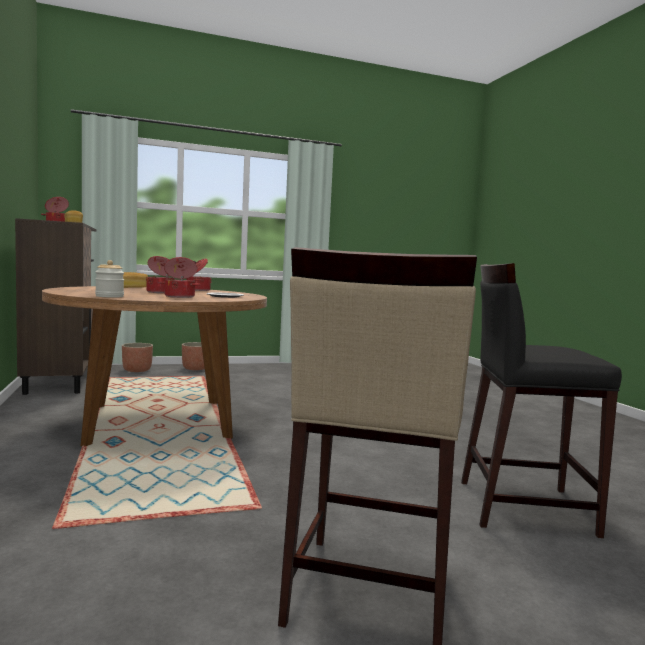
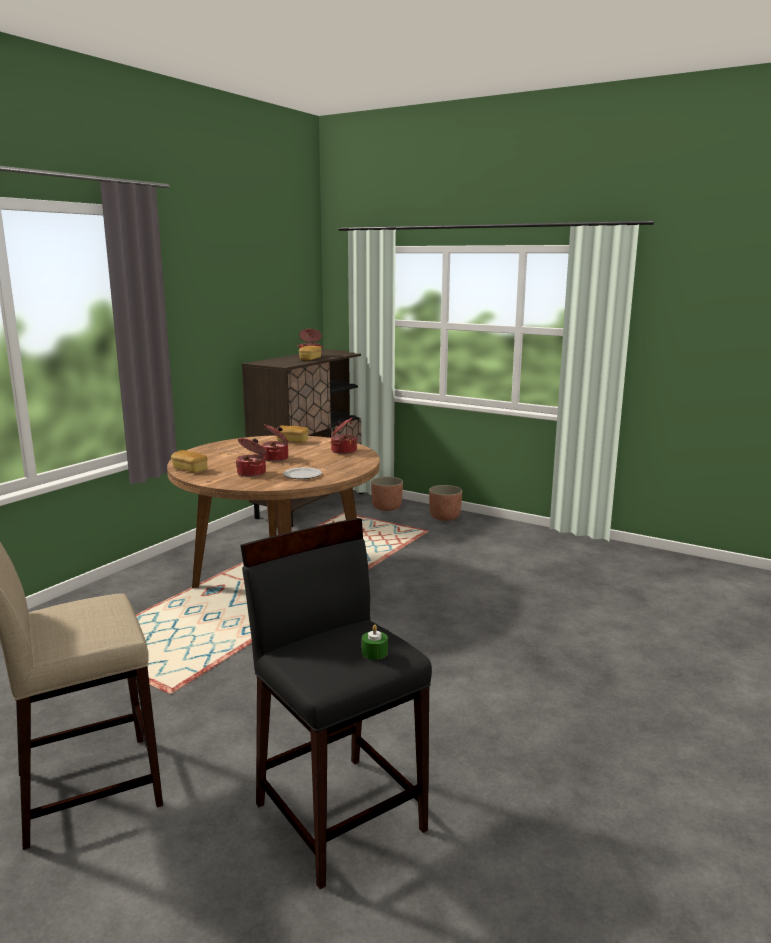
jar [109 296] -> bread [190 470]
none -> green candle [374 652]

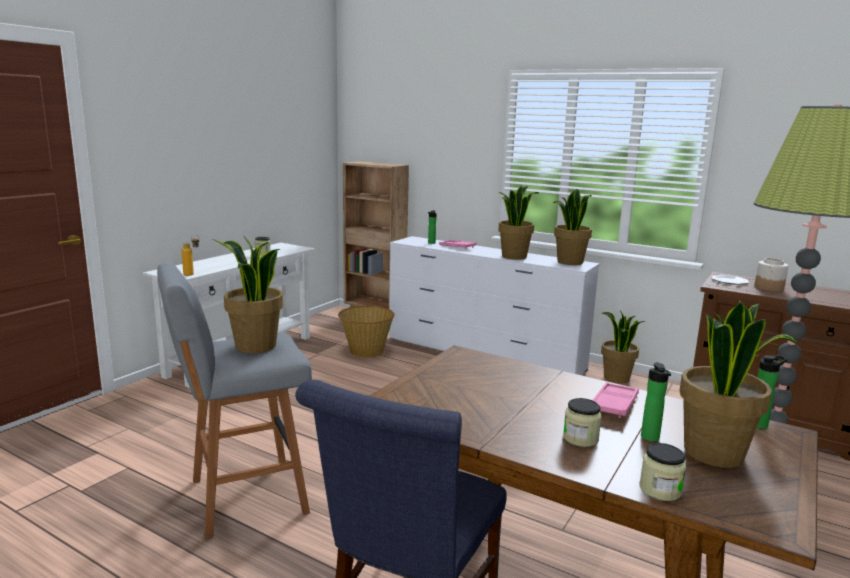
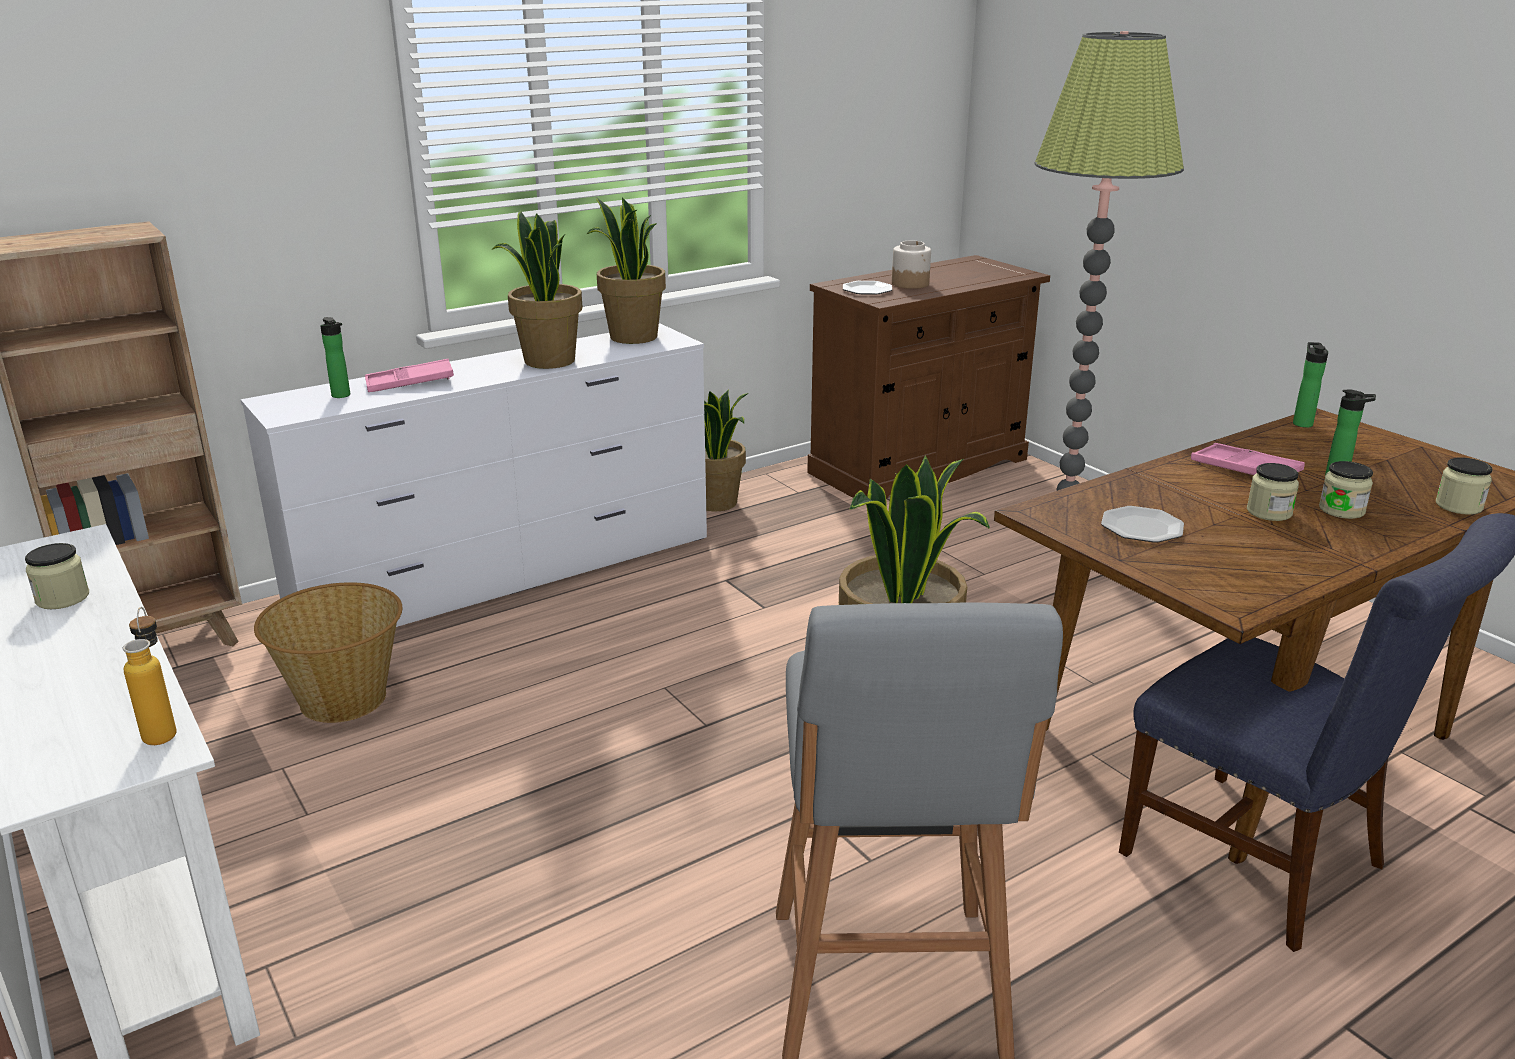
none -> plate [1141 527]
none -> jar [1269 512]
potted plant [715 453] -> none

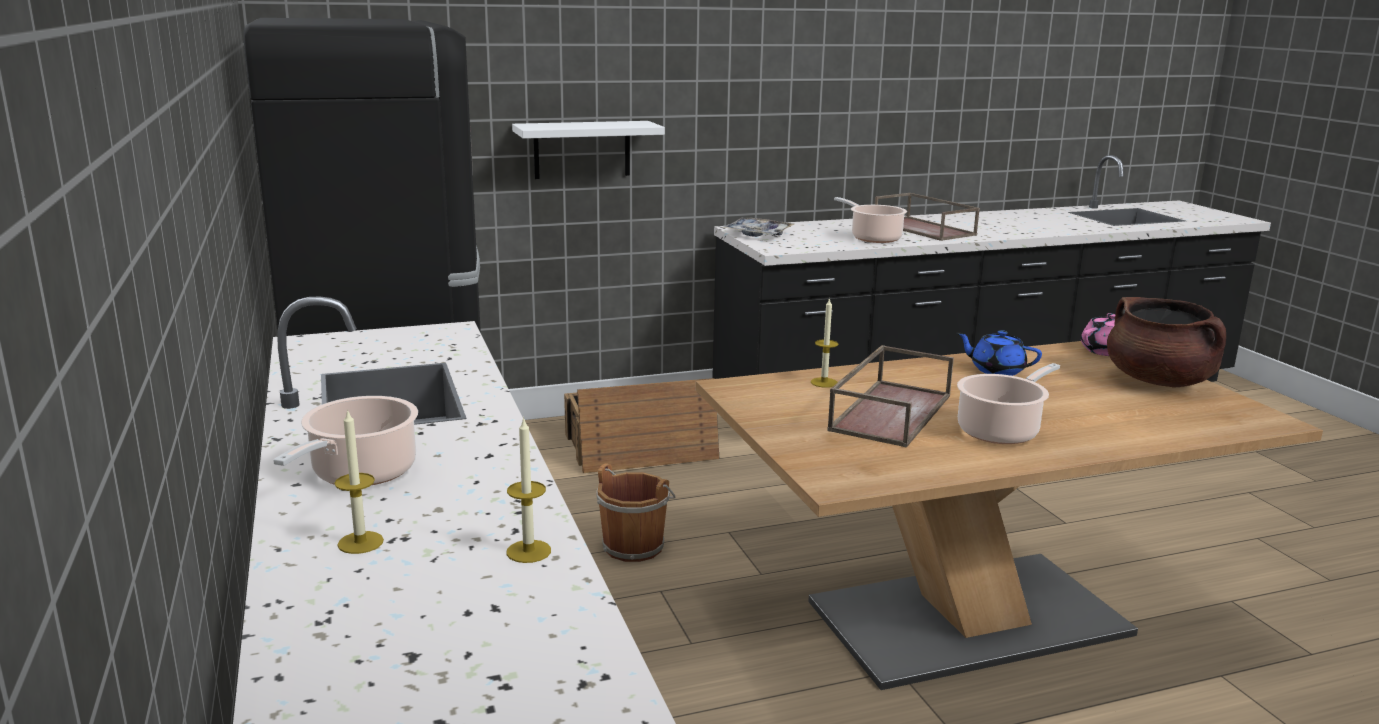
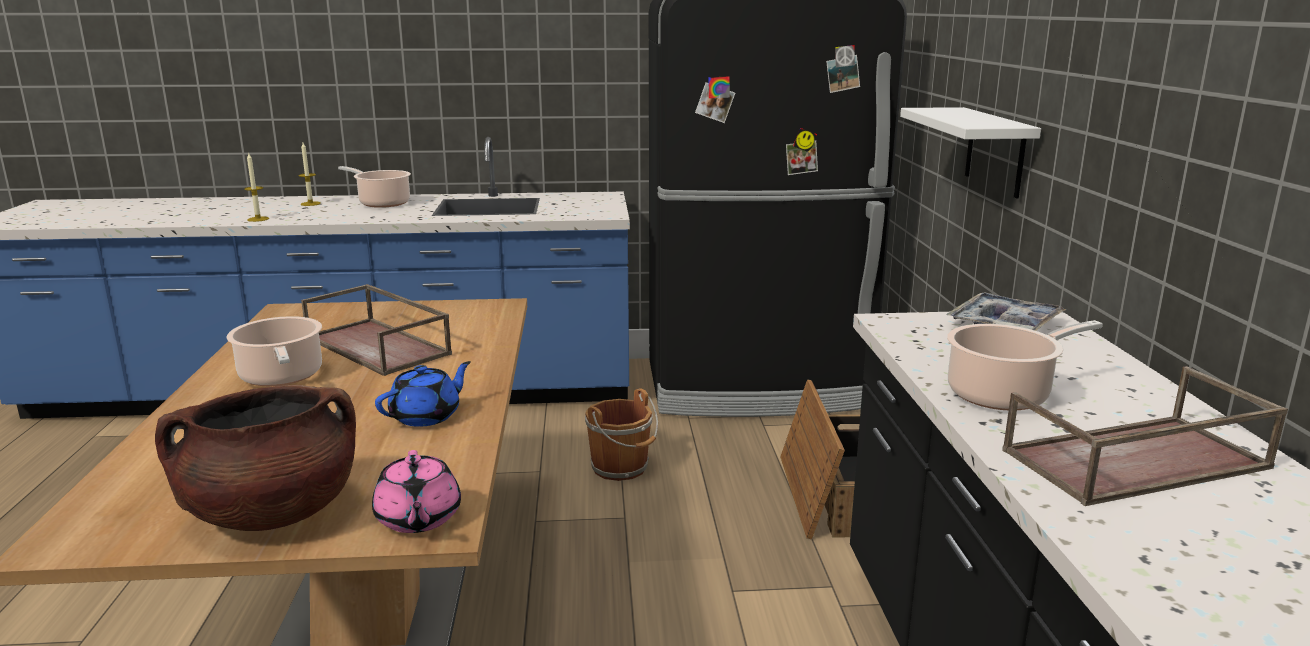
candle [824 382] -> none

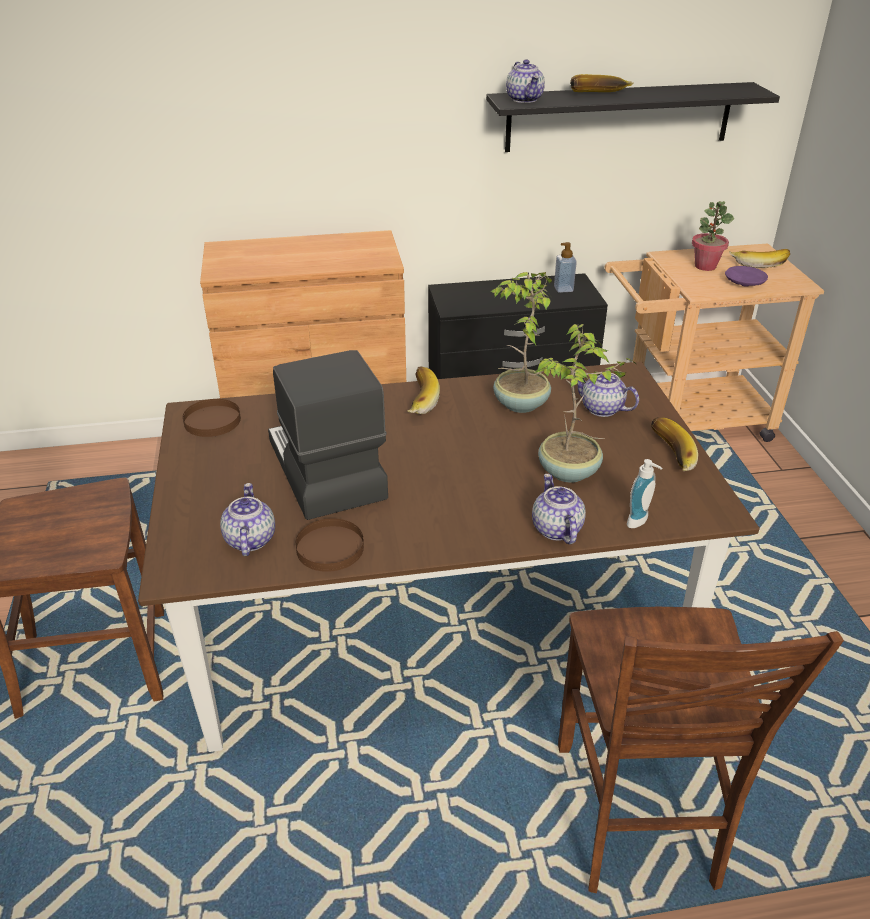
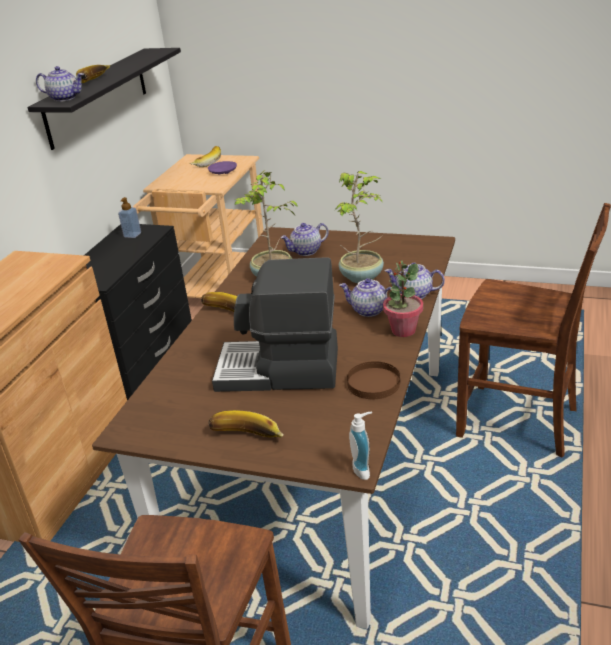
banana [668 455] -> banana [246 438], shifted
teapot [249 539] -> teapot [368 310], shifted
soap dispenser [640 522] -> soap dispenser [364 469], shifted
potted plant [705 266] -> potted plant [403 330], shifted
brown plate [212 421] -> none

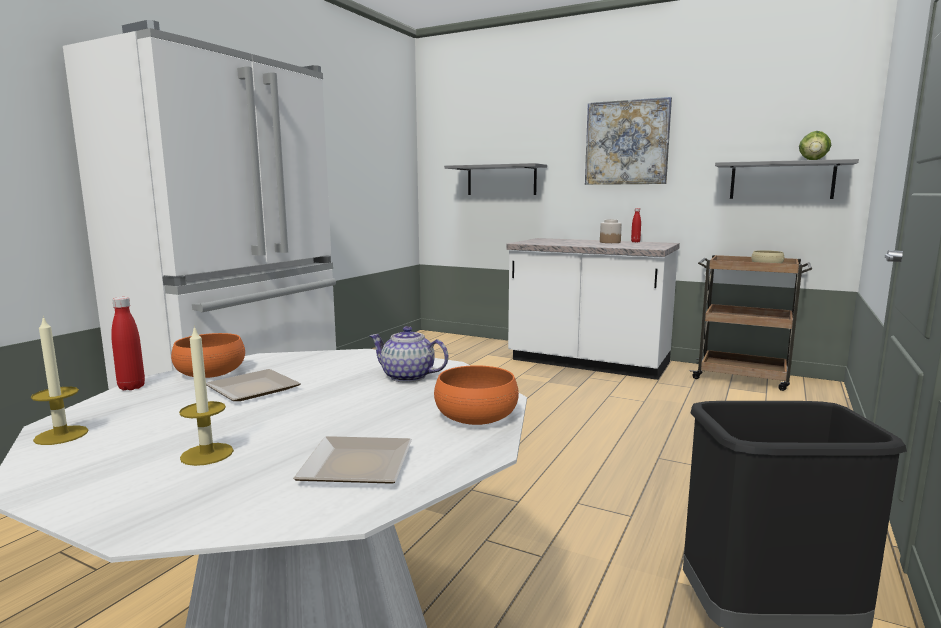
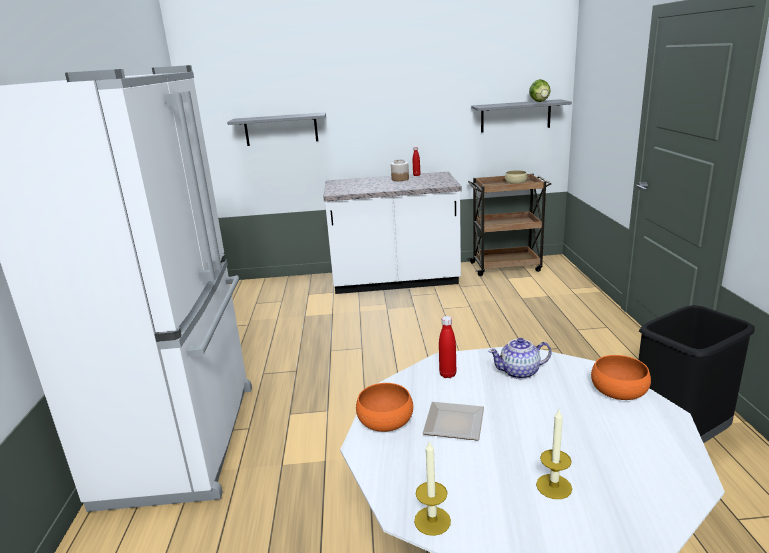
red bottle [131 387] -> red bottle [447 374], shifted
plate [361 464] -> none
picture [627 143] -> none

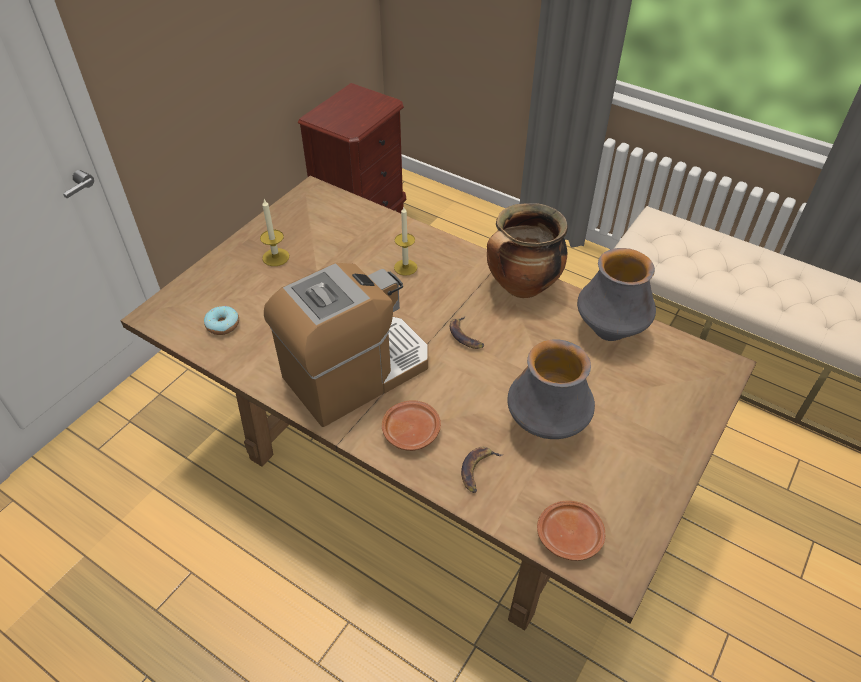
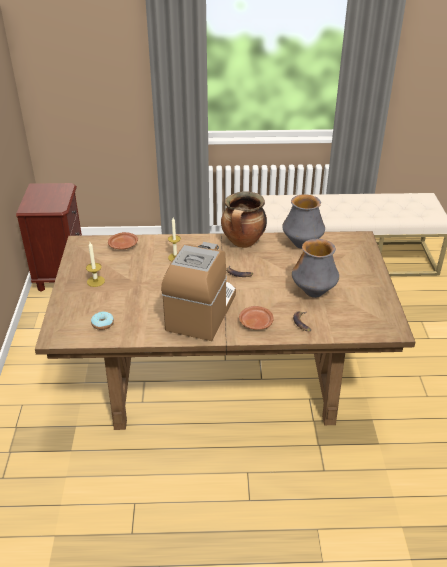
brown plate [570 536] -> brown plate [123 245], shifted

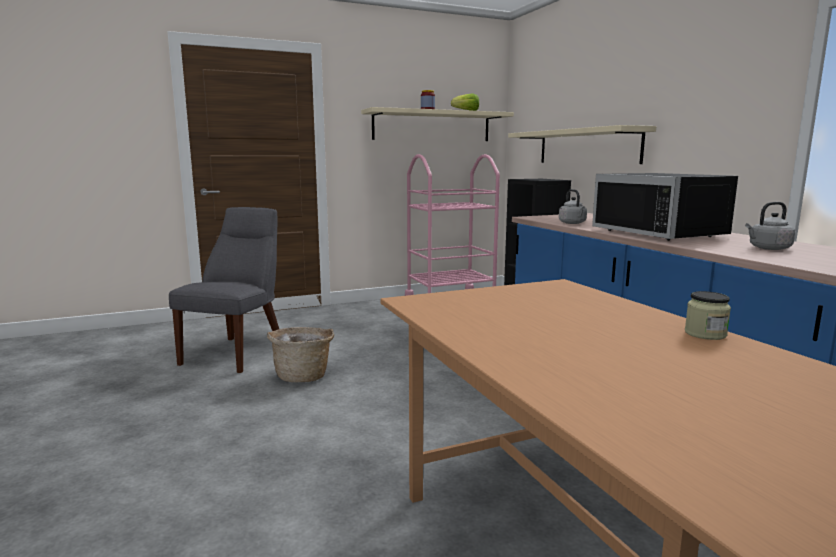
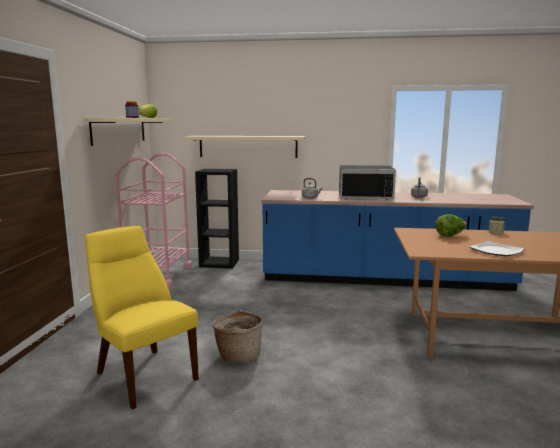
grey chair [237 352] -> yellow chair [143 374]
none -> lettuce [450 235]
none -> plate [496 251]

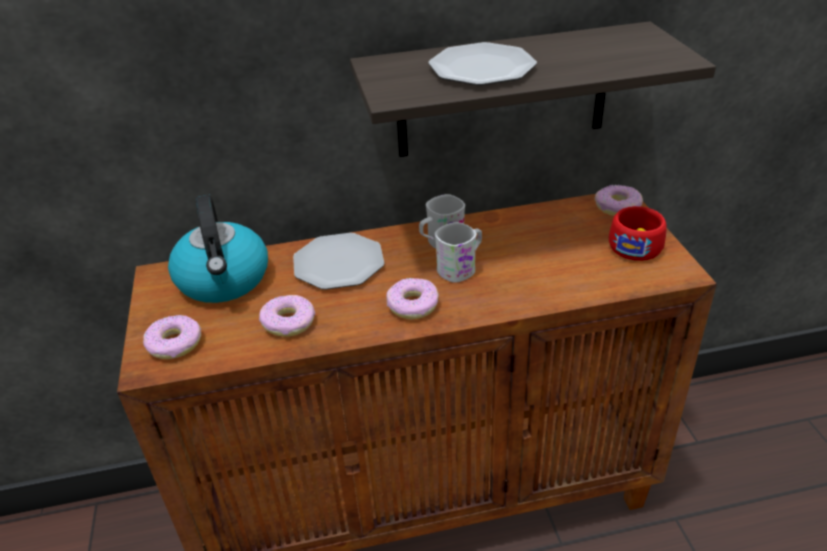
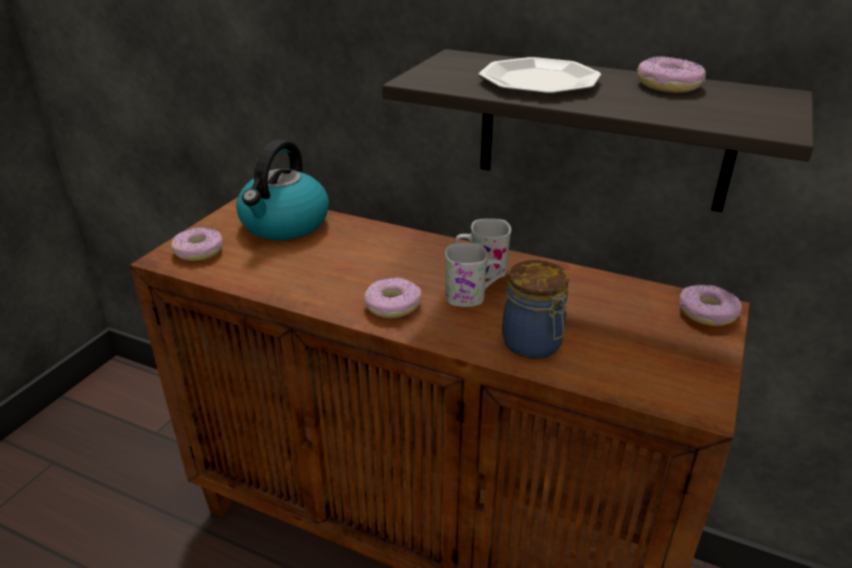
none -> jar [533 345]
donut [288 322] -> donut [668 85], shifted
plate [338 263] -> none
red cup [637 244] -> none

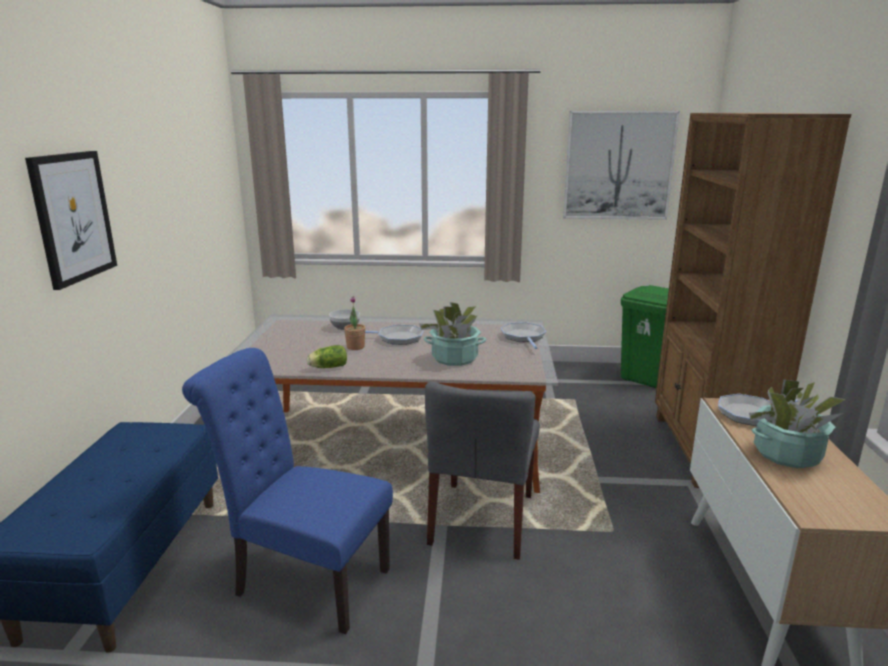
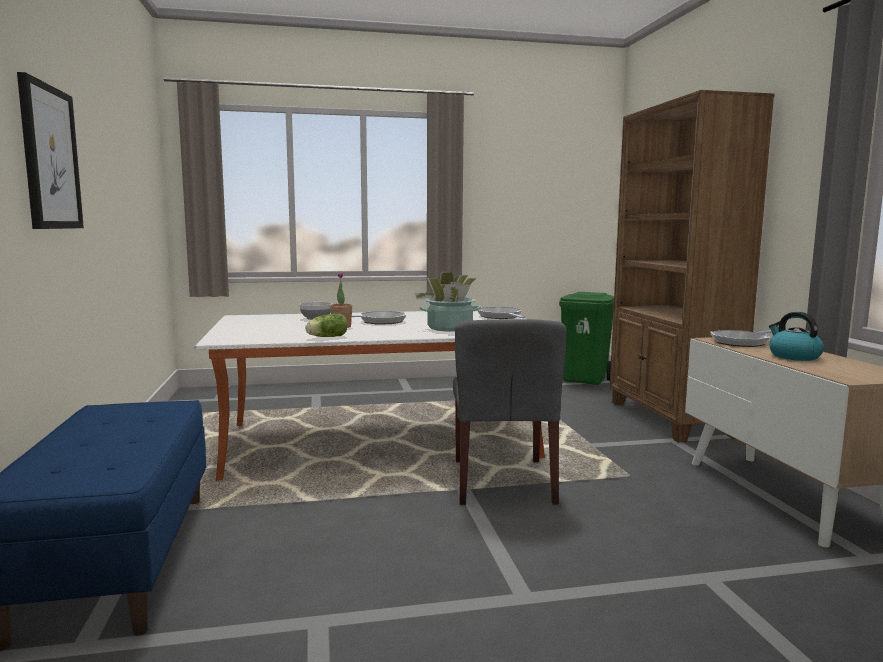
potted plant [787 454] -> kettle [793 356]
blue chair [304 580] -> none
picture [618 166] -> none

